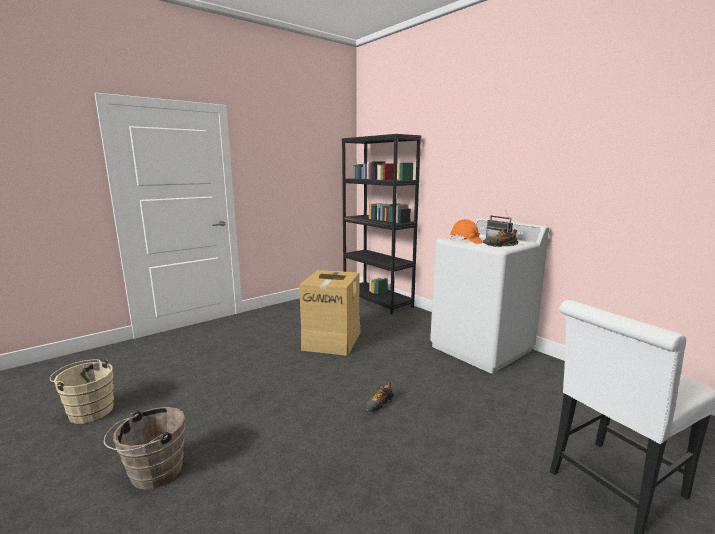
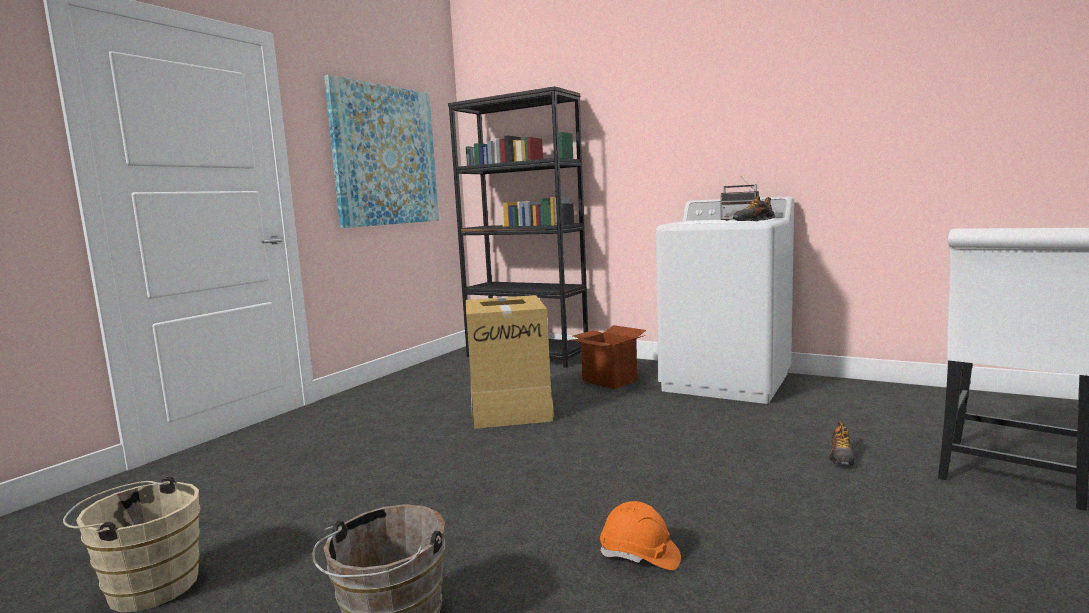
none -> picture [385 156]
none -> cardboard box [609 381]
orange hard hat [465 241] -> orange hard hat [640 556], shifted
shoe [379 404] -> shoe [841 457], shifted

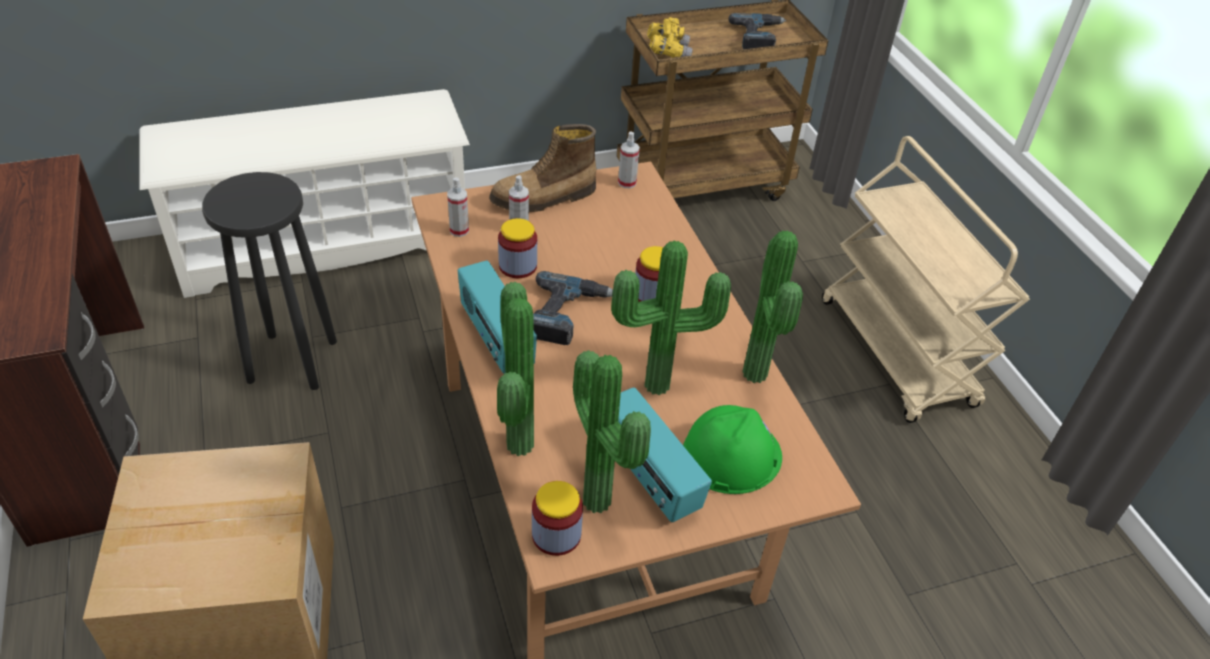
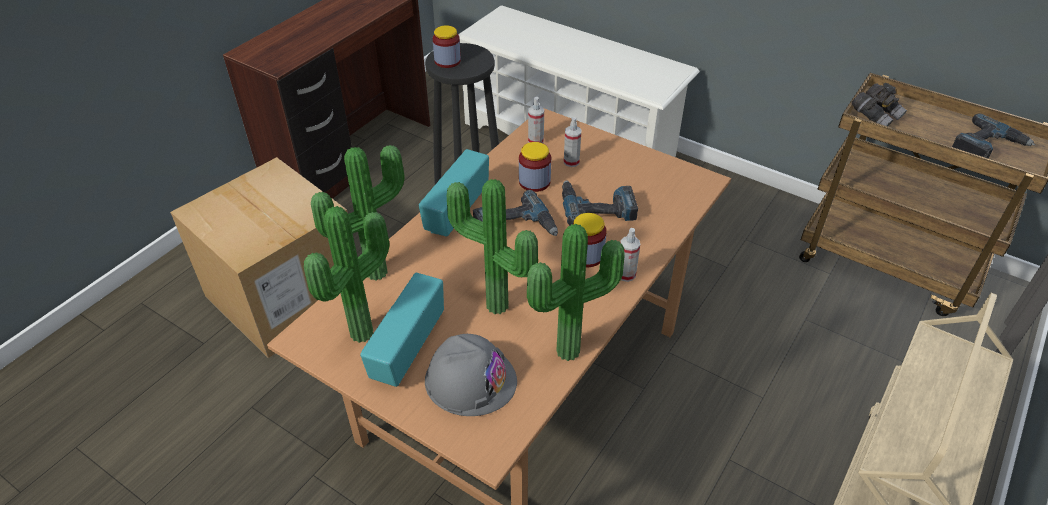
green hard hat [731 454] -> grey hard hat [470 380]
jar [556 535] -> jar [447 61], shifted
none -> power drill [597 207]
spray bottle [627 183] -> spray bottle [626 274], shifted
yellow binoculars [668 52] -> grey binoculars [875 115]
boot [544 198] -> none

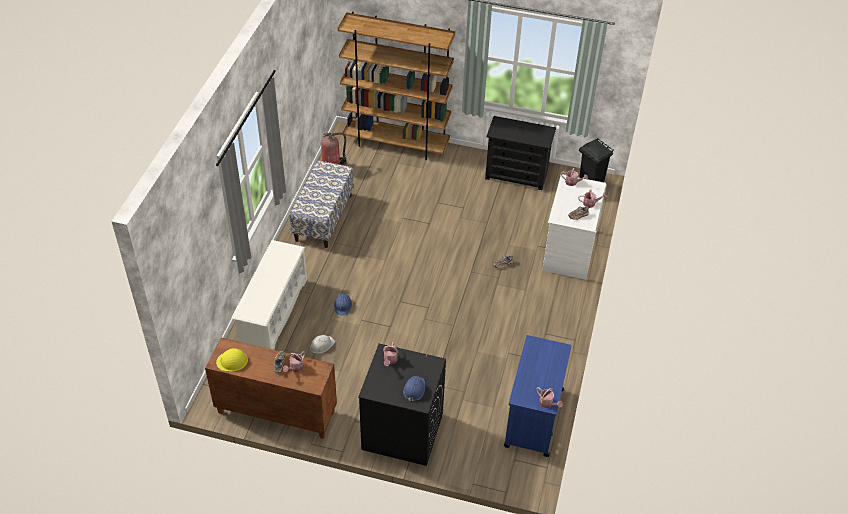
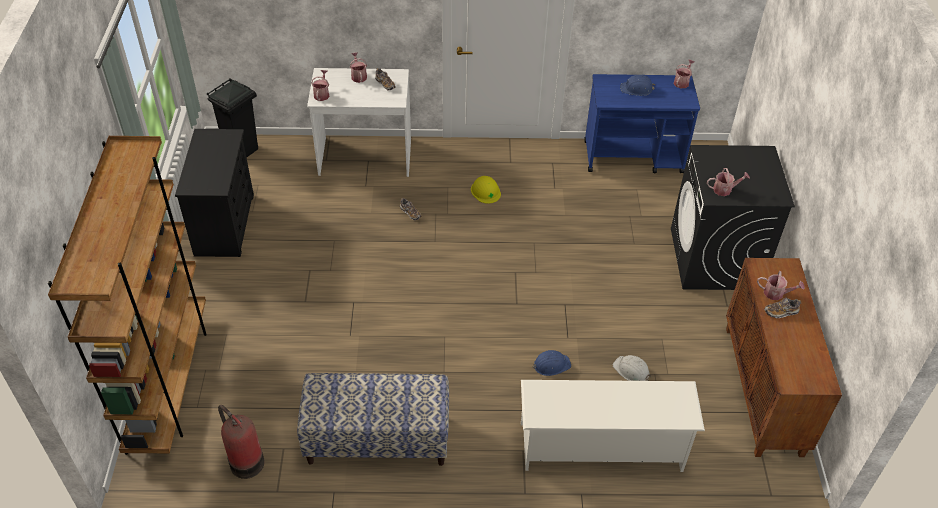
yellow hard hat [232 361] -> yellow hard hat [485 191], shifted
blue hard hat [414 389] -> blue hard hat [637 89], shifted

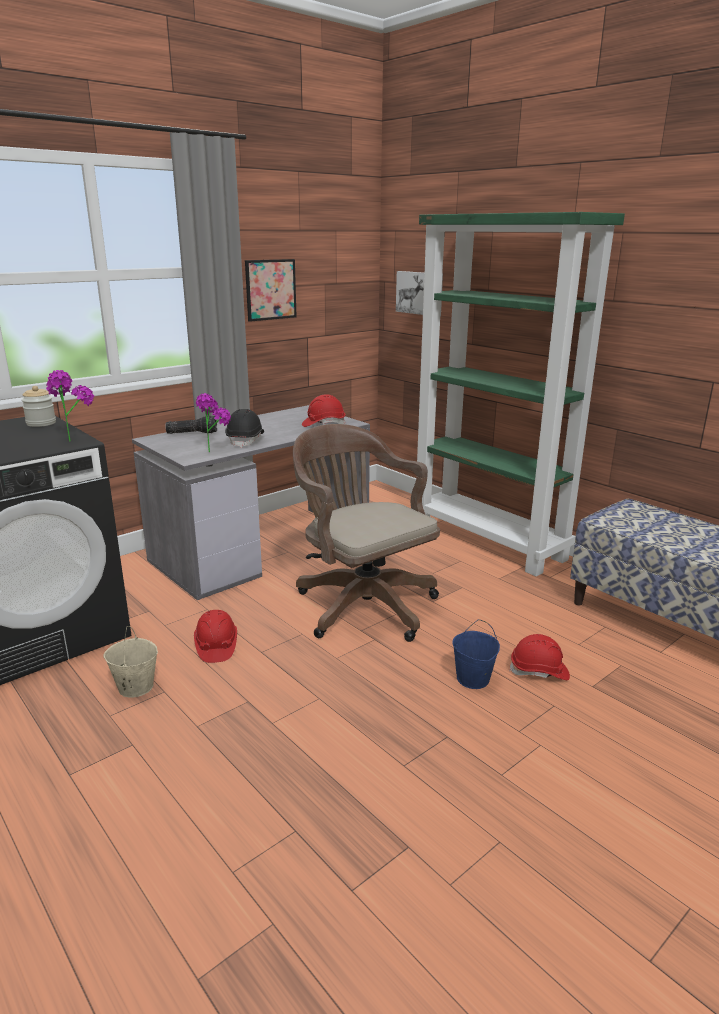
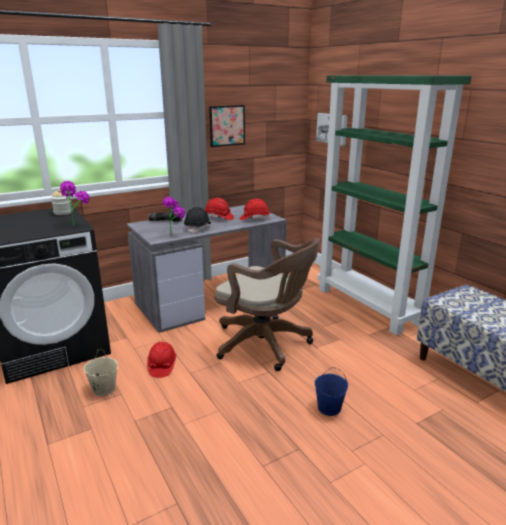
red hard hat [539 671] -> red hard hat [219 218], shifted
brown office chair [361 603] -> brown office chair [266 344], 150 degrees clockwise

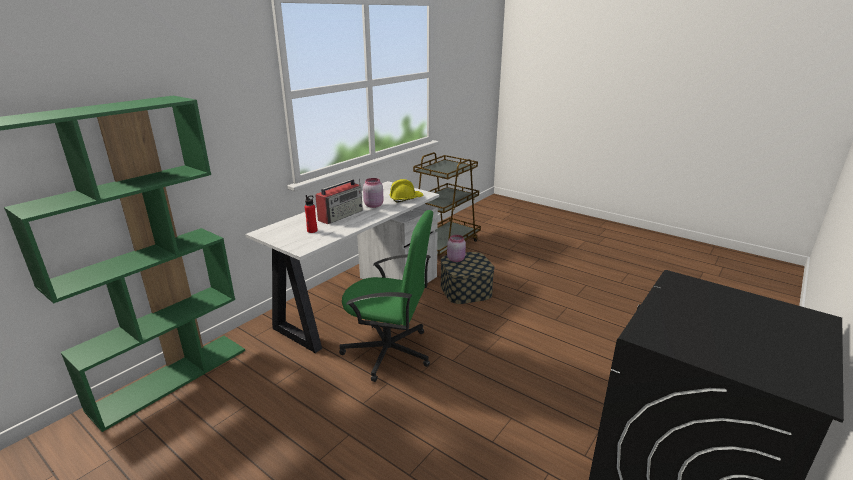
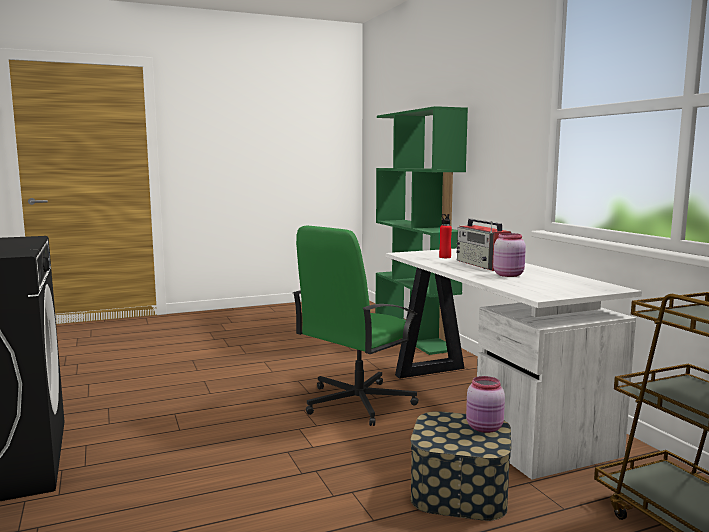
yellow hard hat [406 199] -> none

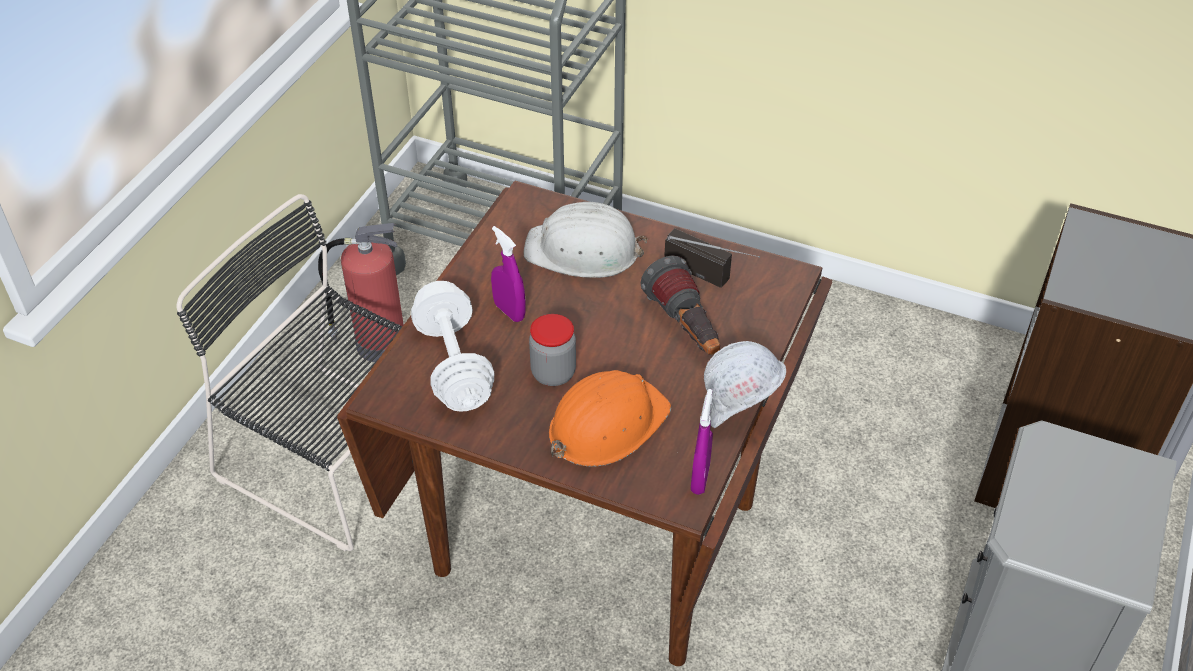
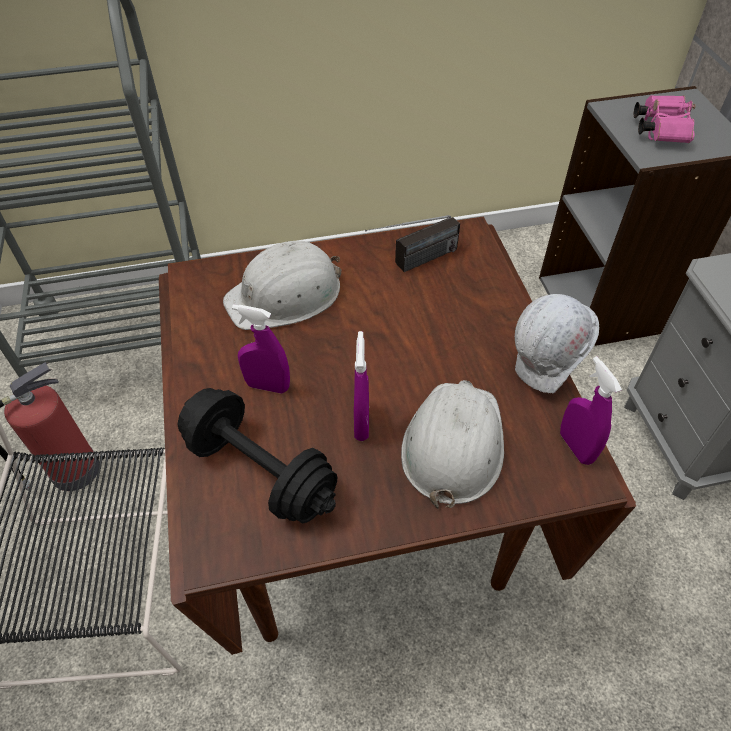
white dumbbell [454 365] -> black dumbbell [260 471]
jar [553 373] -> purple spray bottle [361 423]
radio [713 276] -> radio [412 263], 150 degrees clockwise
orange hard hat [606 424] -> white hard hat [453 444]
none -> pink binoculars [659 129]
flashlight [685 329] -> none

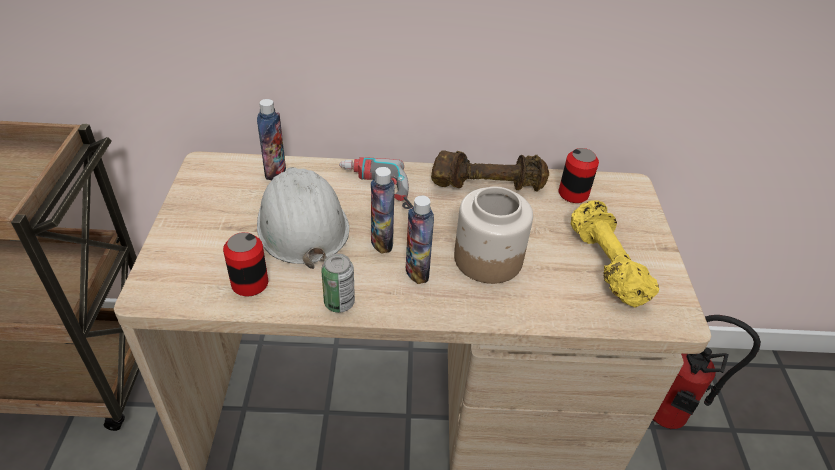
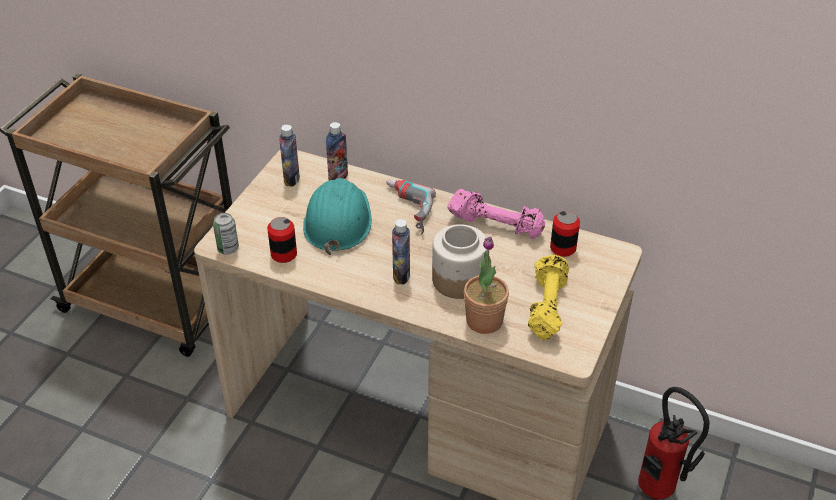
can [339 303] -> can [228 249], shifted
bottle [381 242] -> bottle [291 179], shifted
white hard hat [301 224] -> turquoise hard hat [337 221]
brown dumbbell [487 185] -> pink dumbbell [496 225]
none -> potted plant [484 321]

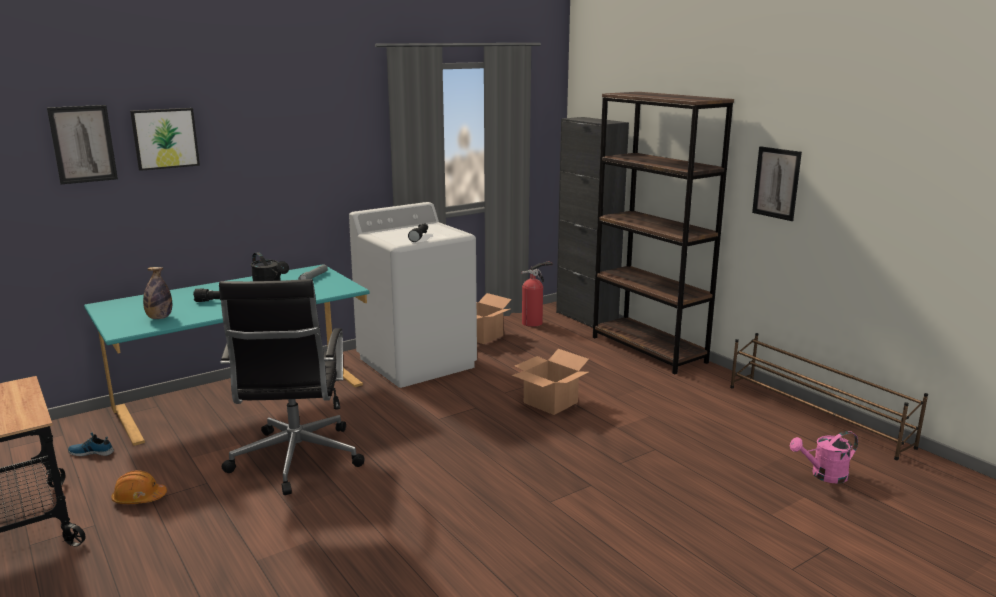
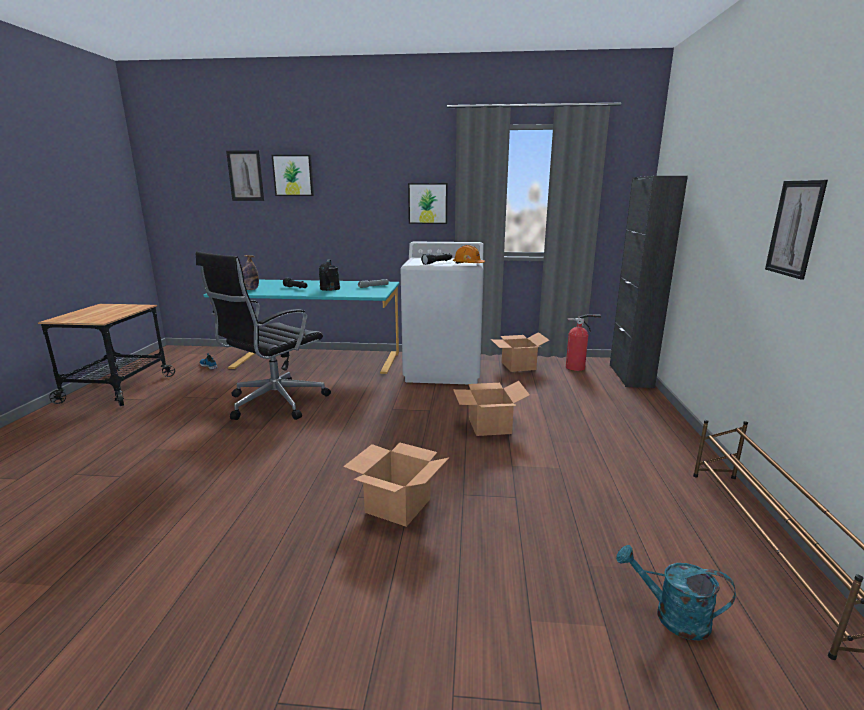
none -> cardboard box [398 506]
none -> picture [428 203]
orange hard hat [139 498] -> orange hard hat [468 264], shifted
pink watering can [823 475] -> turquoise watering can [672 616]
brown bookcase [648 349] -> none

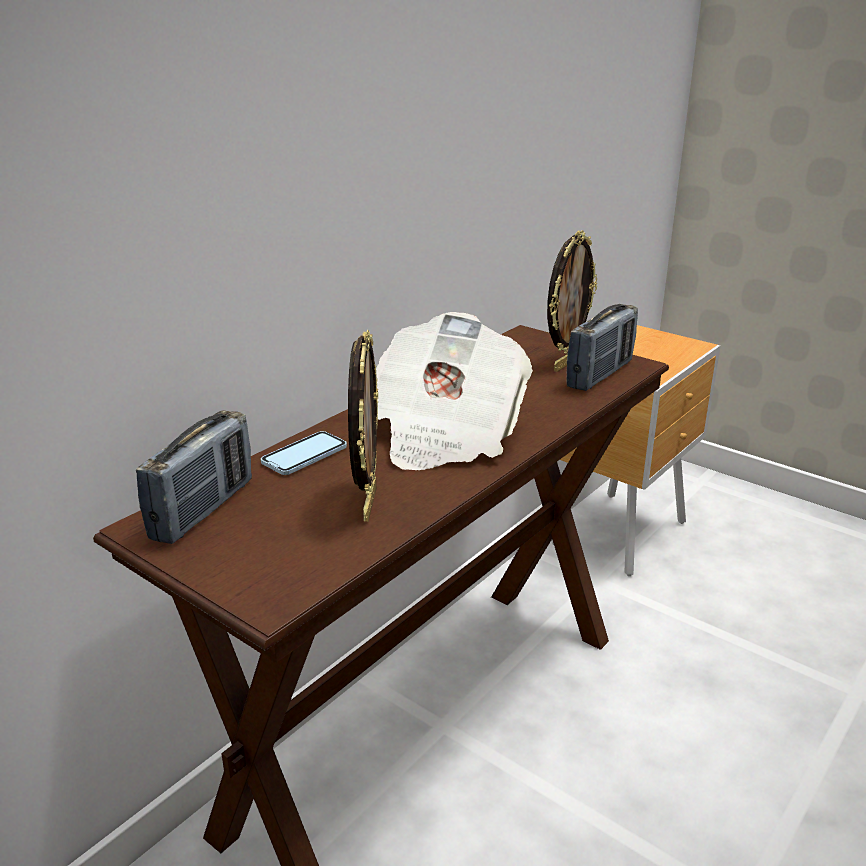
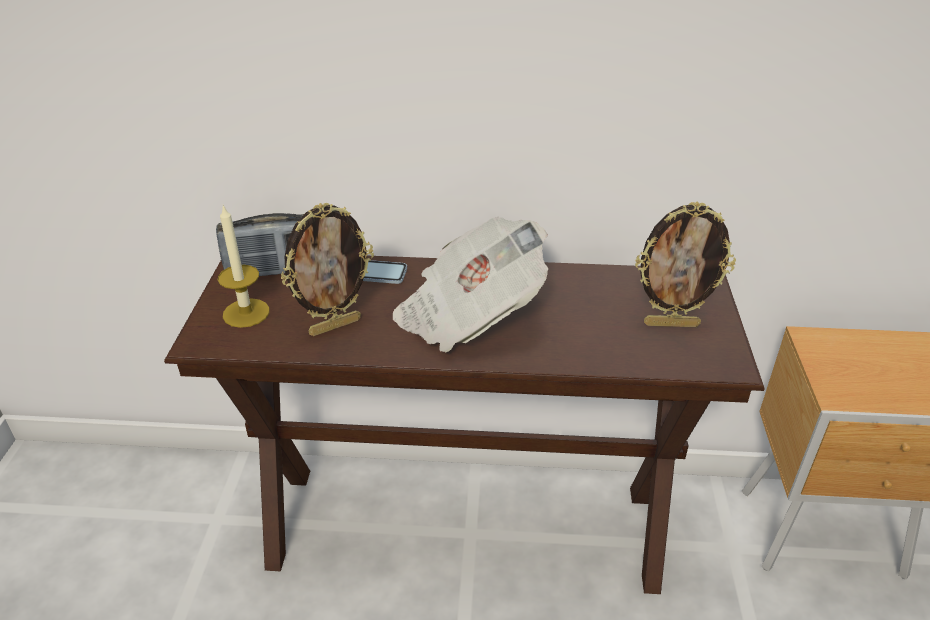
none -> candle [246 313]
radio [600 374] -> none

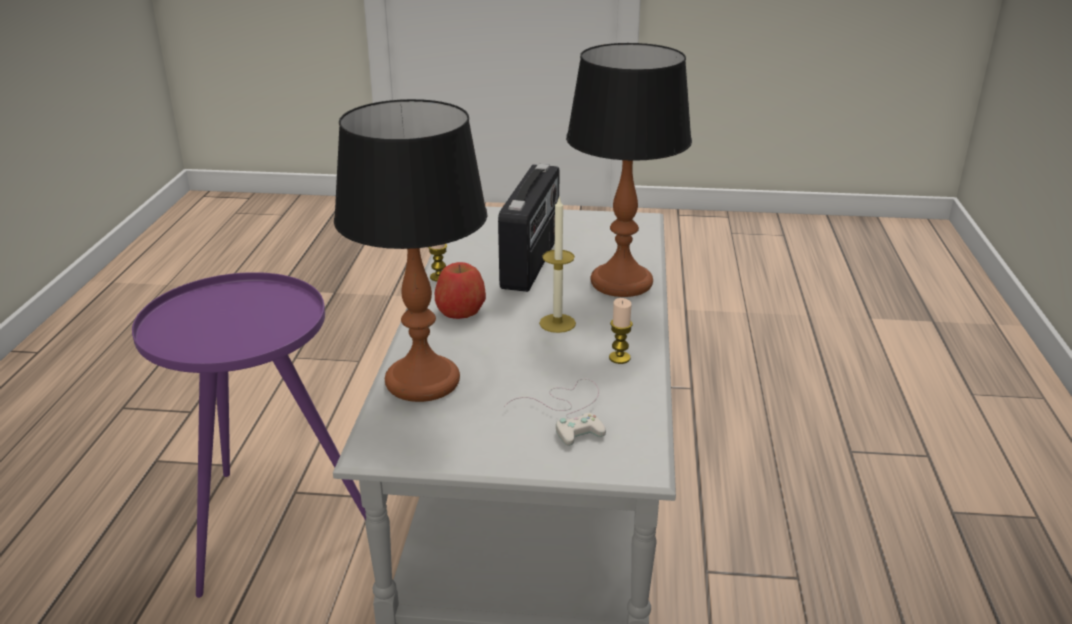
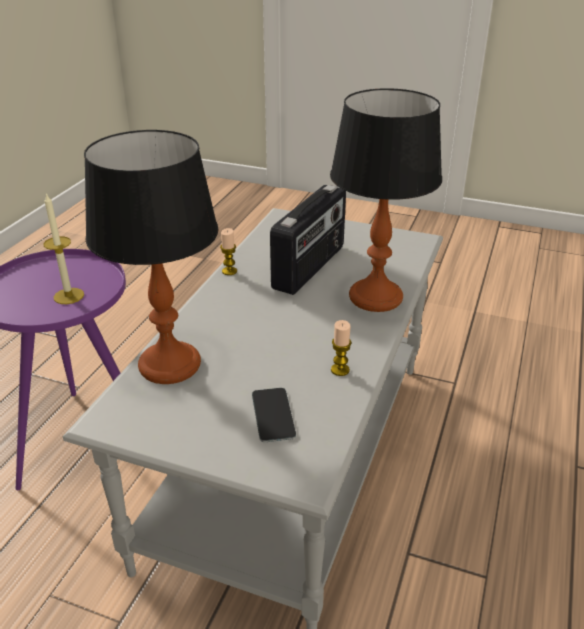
candle [557 323] -> candle [68 296], shifted
white game controller [569 411] -> phone [273 415]
apple [461 310] -> none

